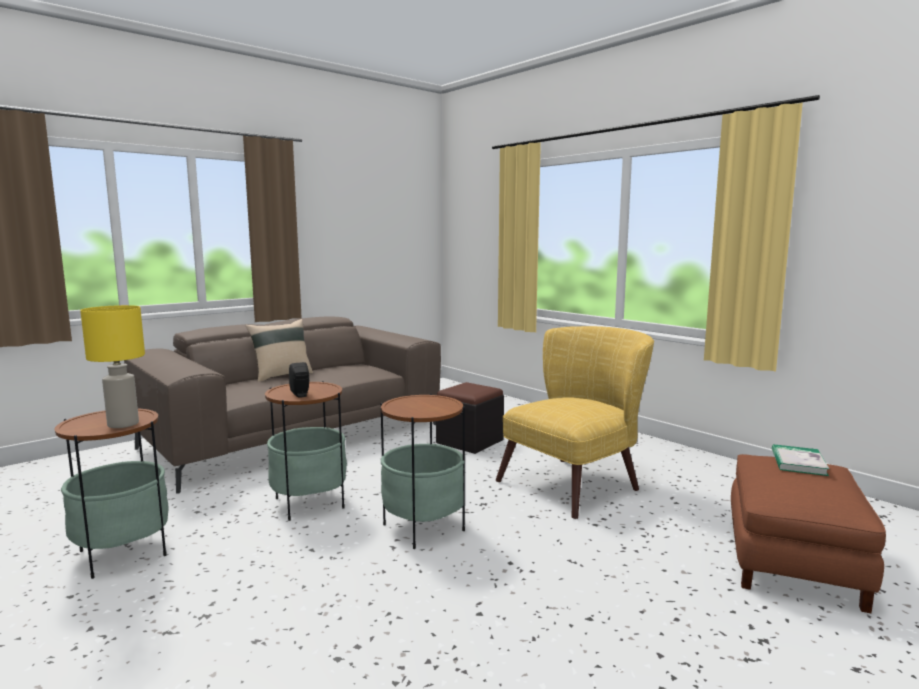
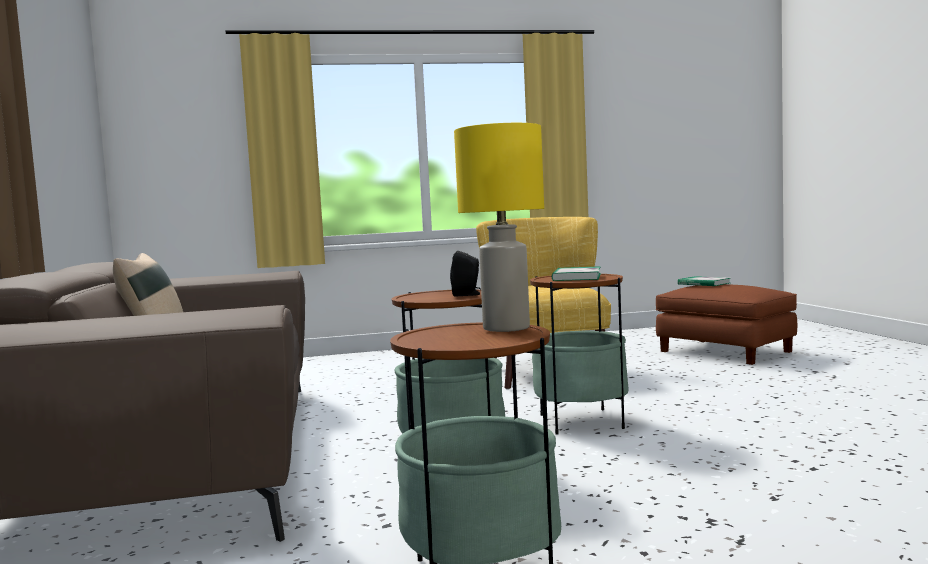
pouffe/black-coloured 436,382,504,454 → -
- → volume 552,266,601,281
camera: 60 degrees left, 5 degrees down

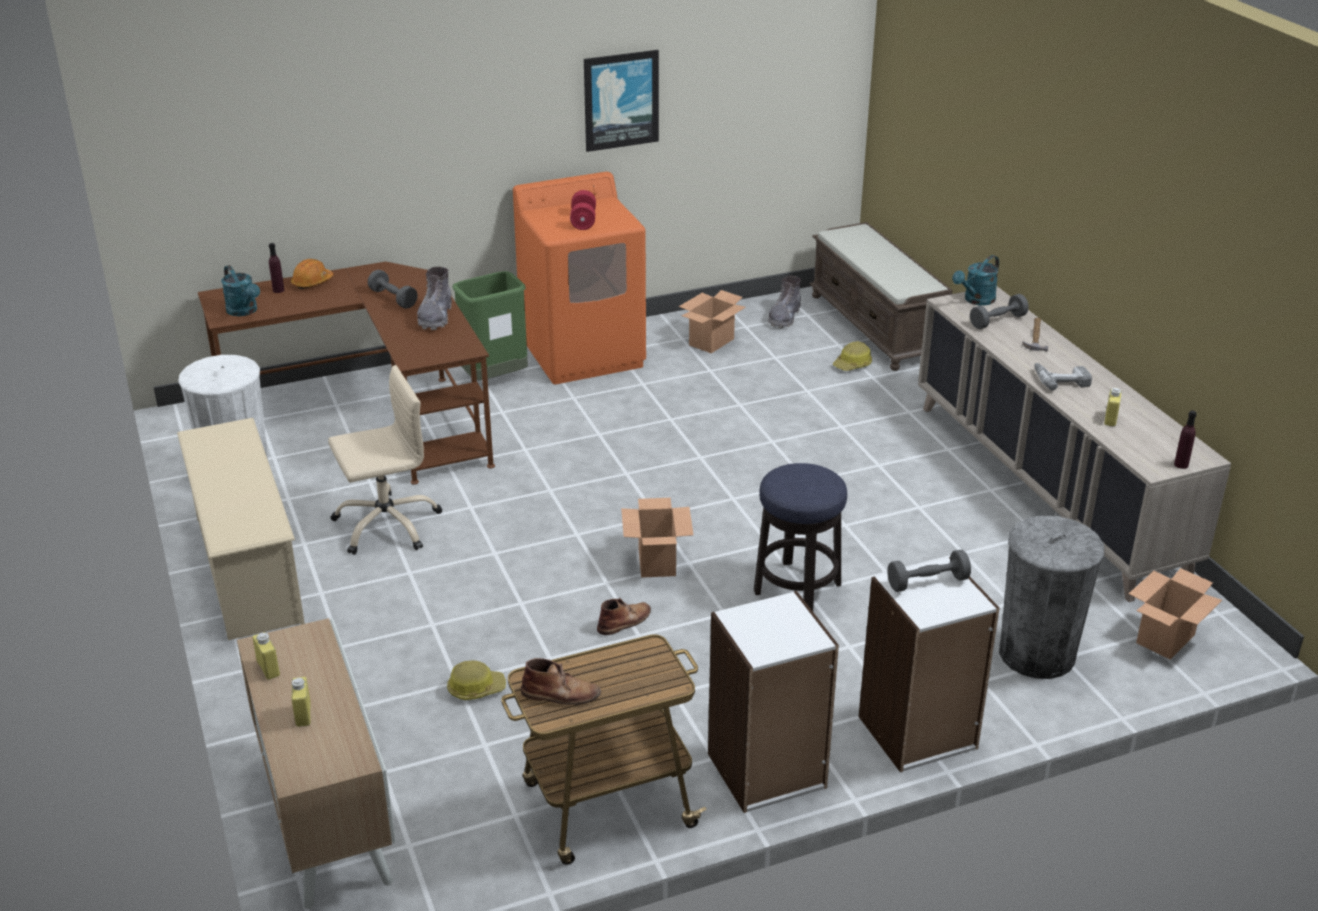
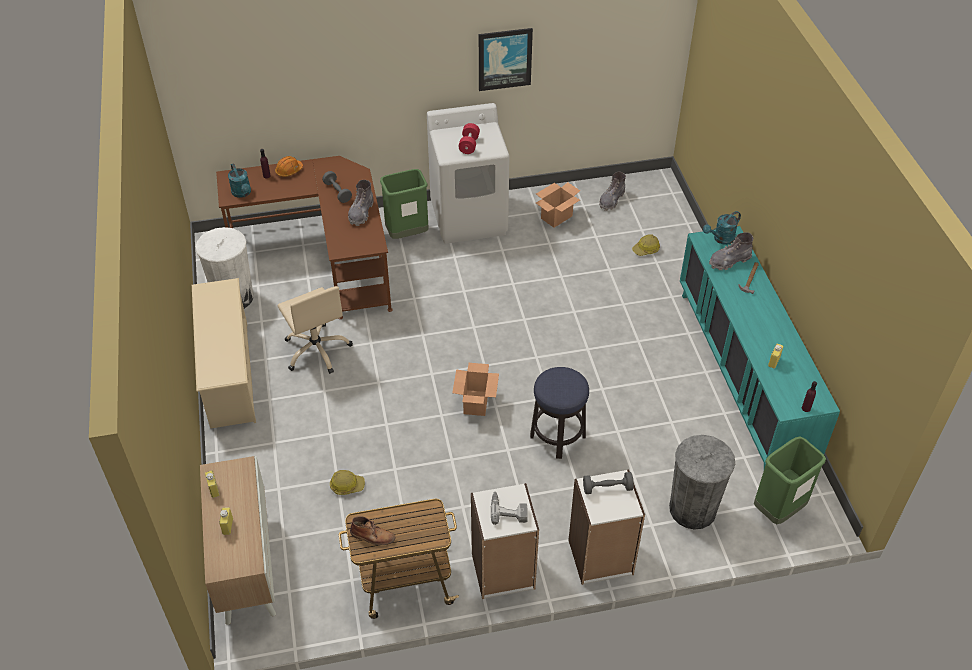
laundry appliance/orange-coloured 513,172,646,384 → laundry appliance/whitish 427,103,510,244
bench/brown-coloured 810,222,953,371 → -
cupboard/beige 918,287,1231,602 → cupboard/turquoise-coloured 680,226,840,469
hand weight/grey 970,294,1029,329 → boot/grey 709,232,753,270
electric drill 1034,363,1092,391 → electric drill 491,492,528,525, relocated
computer chair/beige 328,365,442,555 → computer chair/beige 277,286,353,374, 75 degrees clockwise
packing box 1129,568,1222,659 → trash can/green-coloured 754,437,826,524
boot/brown-coloured 597,598,651,635 → -
camera: 10 degrees right, 15 degrees up

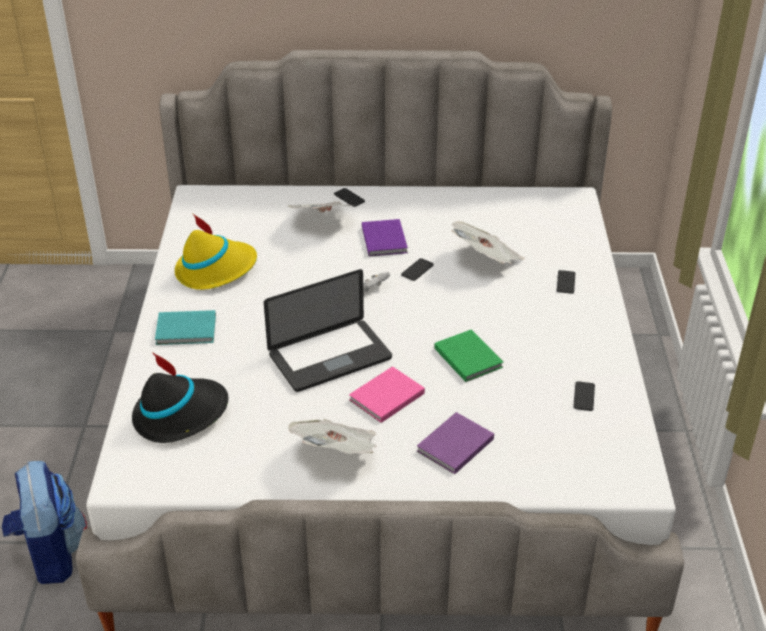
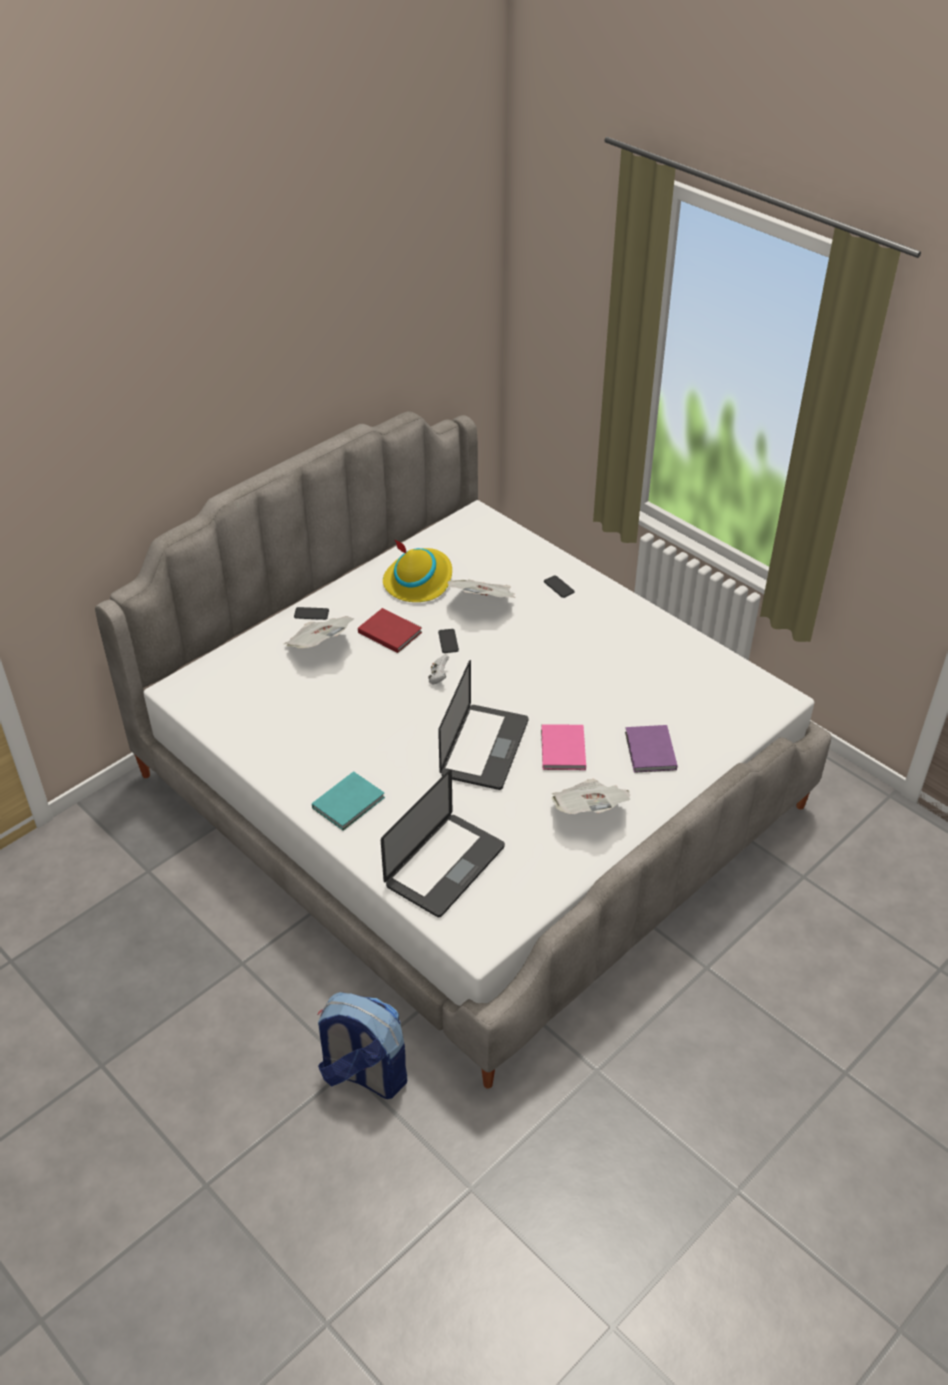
clothing hat/yellow-coloured 175,213,257,290 → clothing hat/yellow-coloured 383,539,452,602, relocated
volume/purplish 362,219,408,256 → volume/reddish 358,608,422,653
volume/green-coloured 434,329,503,382 → -
clothing hat/black-coloured 132,352,228,443 → notebook computer 381,769,505,917
handset 573,381,595,411 → -
camera: 45 degrees left, 5 degrees up

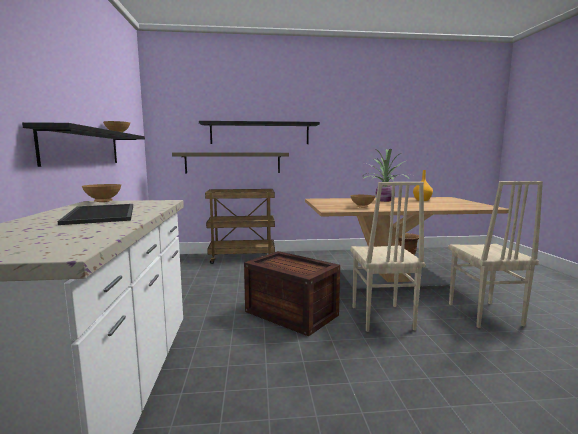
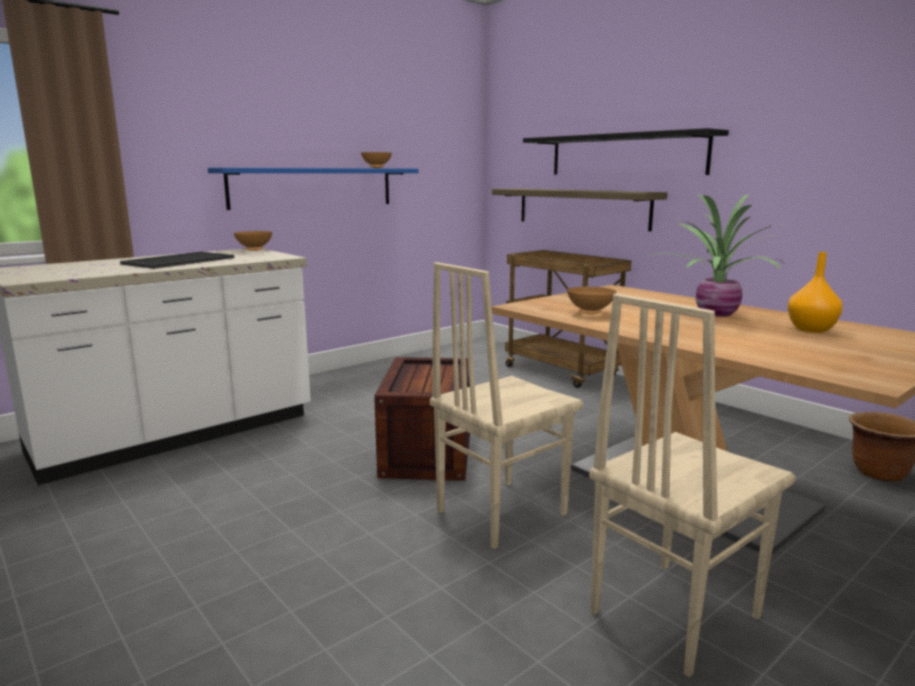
bracket shelf/black-coloured 22,122,145,167 → bracket shelf/blue 208,168,419,210
camera: 55 degrees right, 5 degrees up

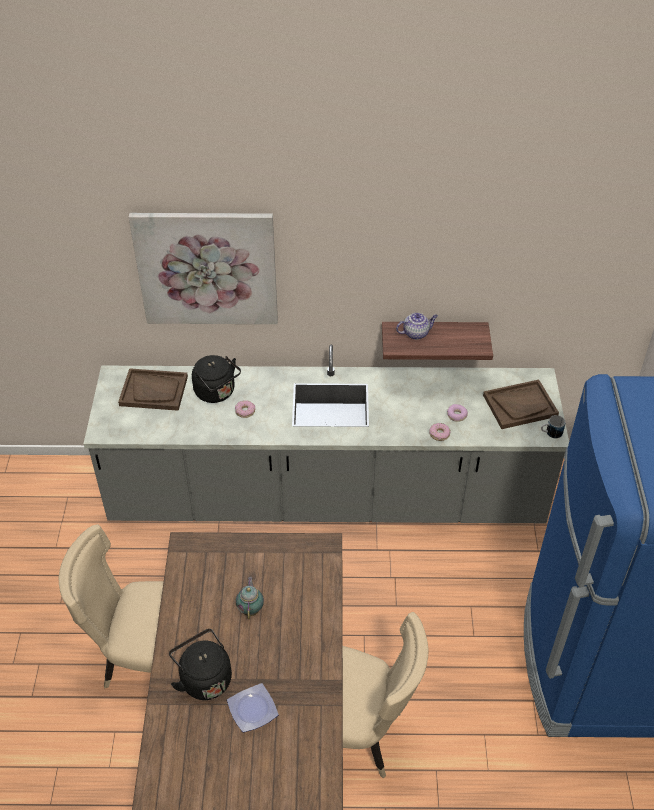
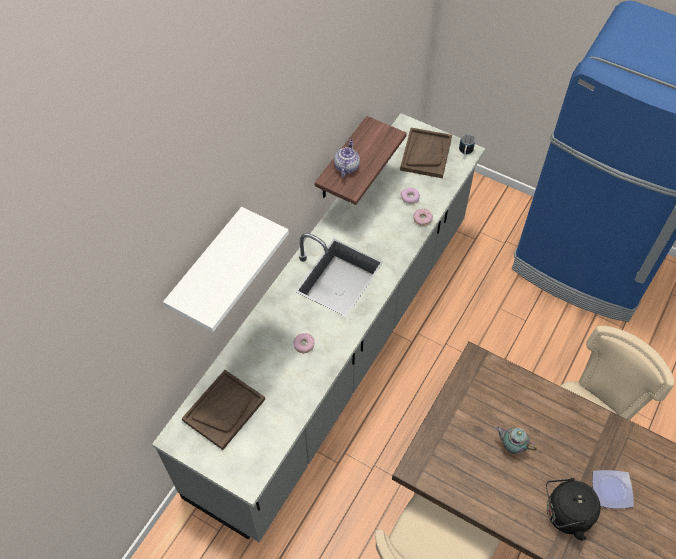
wall art 129,213,278,324 → bracket shelf/whitish 163,207,289,332
water kettle/black-coloured 192,355,241,403 → -
camera: 60 degrees left, 10 degrees up

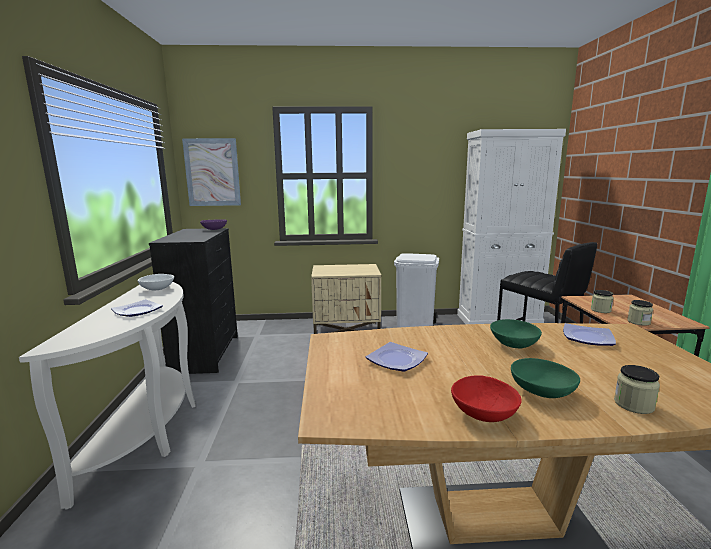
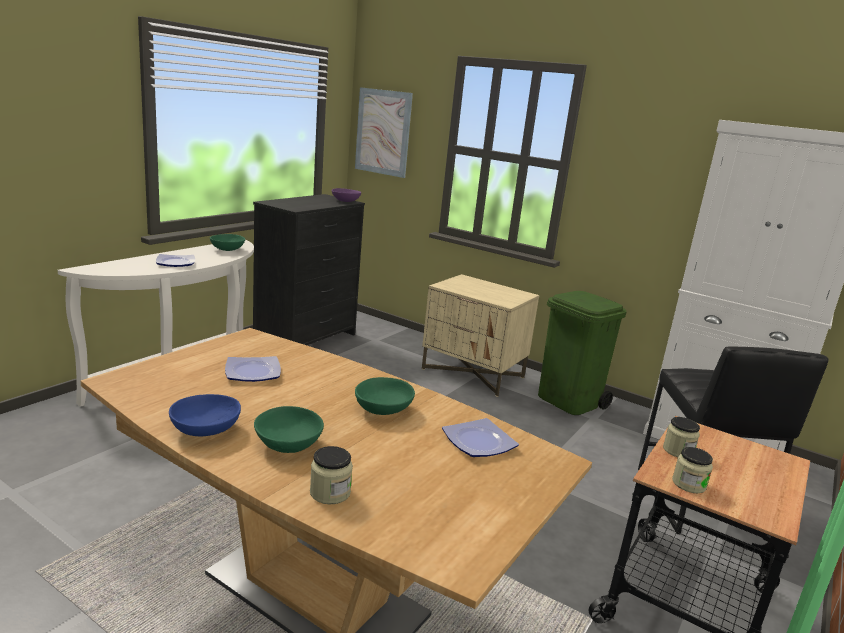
trash can/whitish 394,253,439,328 → trash can/green-coloured 538,291,627,415
serving bowl/whitish 137,274,174,290 → serving bowl/green-coloured 210,234,245,251
serving bowl/reddish 451,375,522,422 → serving bowl/blue 169,394,241,436
camera: 35 degrees right, 5 degrees up

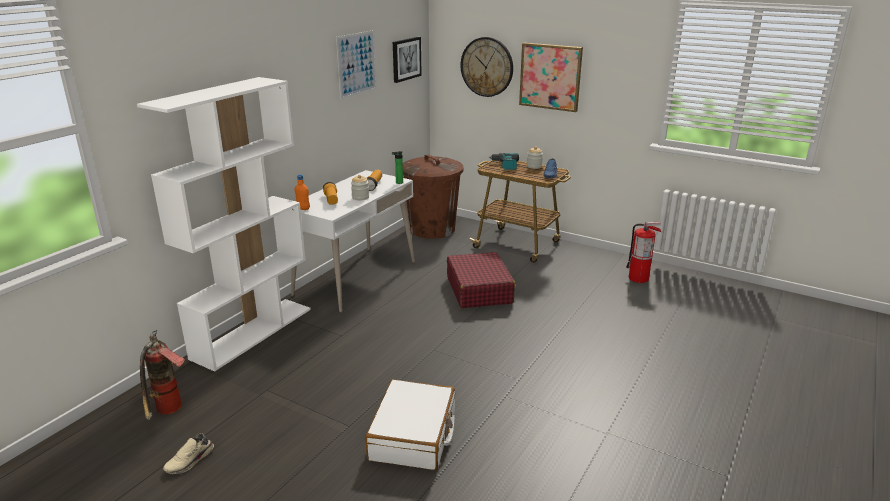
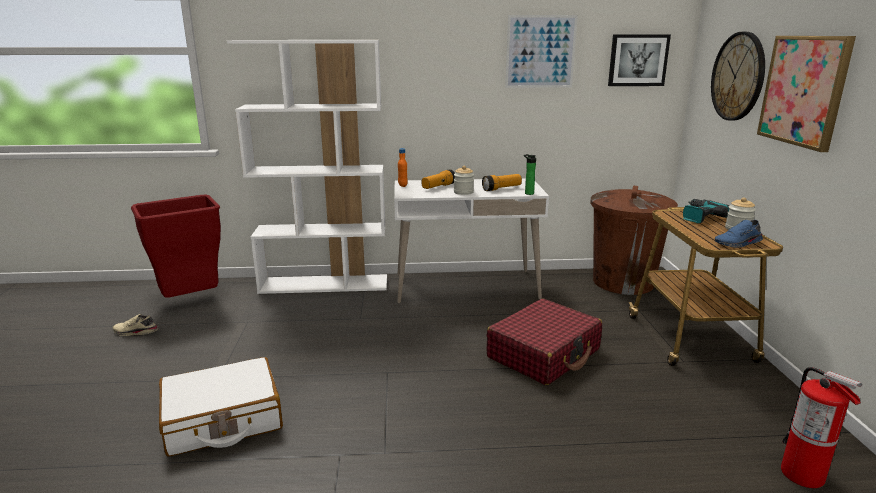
extinguisher 140,330,185,420 → trash can/reddish 131,195,221,298
camera: 55 degrees right, 5 degrees down

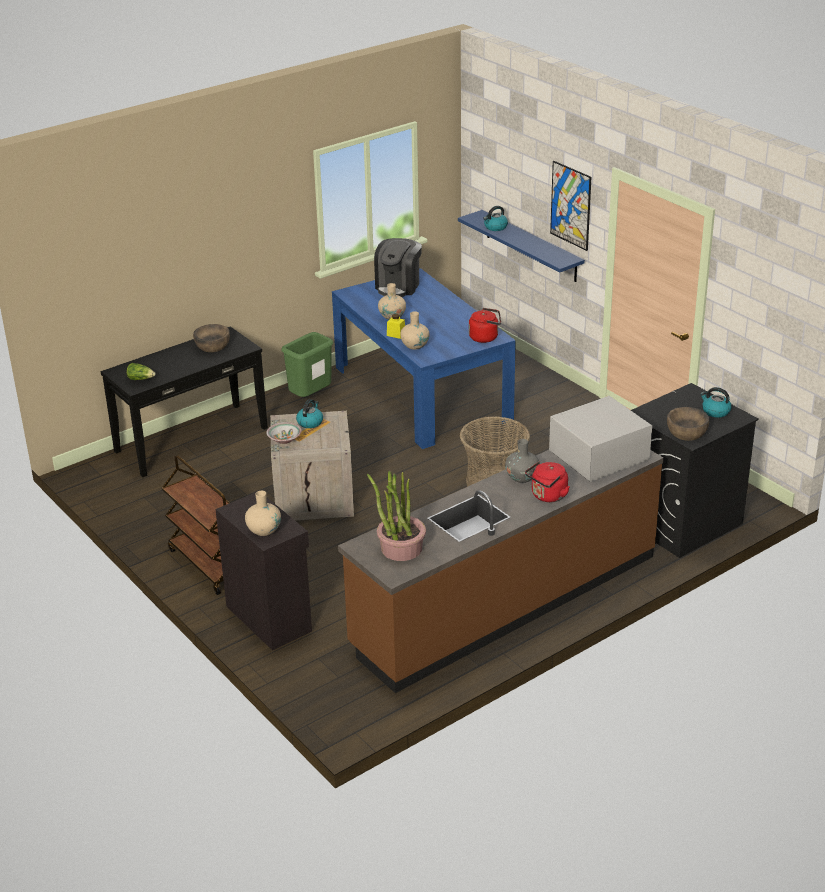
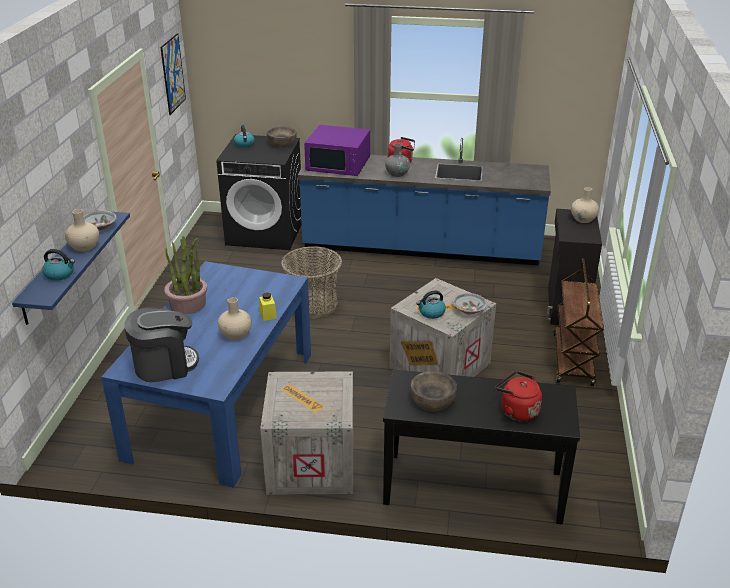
wall art 550,161,591,251 → wall art 160,33,186,115, relocated
water kettle/reddish 469,308,501,343 → water kettle/reddish 496,371,542,421, relocated
decorative vase/beige 400,311,430,350 → decorative vase/beige 65,209,99,252, relocated
trash can/green-coloured 281,332,333,397 → shipping crate 260,371,353,495
head of lettuce 127,363,156,380 → -
microwave/whitish 549,396,652,482 → microwave/purplish 304,125,370,176
kitchen counter/brown-coloured 338,450,664,693 → kitchen counter/blue 298,138,551,266
houseplant 367,471,426,561 → houseplant 164,236,207,314, relocated
- → serving bowl 83,211,117,231
camera: 135 degrees left, 0 degrees up

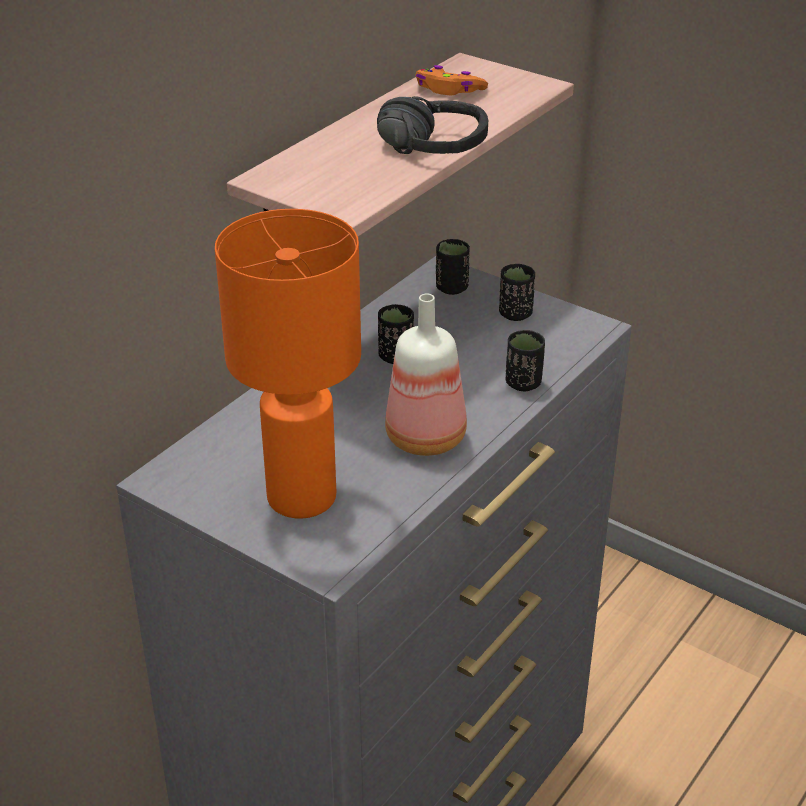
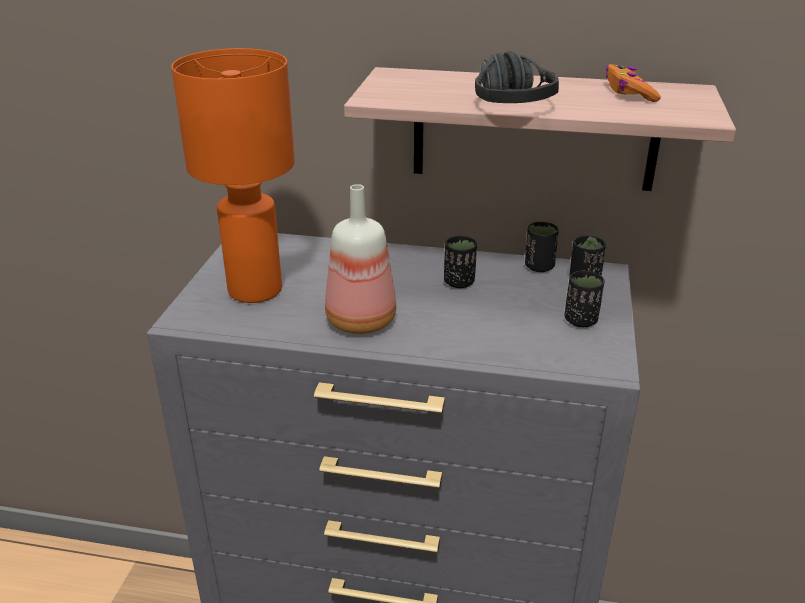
small cup/black-coloured 506,330,545,391 → small cup/black-coloured 525,222,559,272, relocated
camera: 65 degrees right, 5 degrees down

